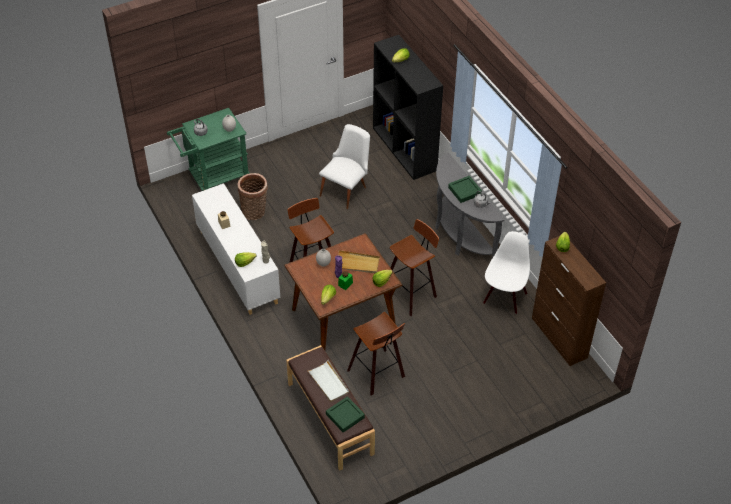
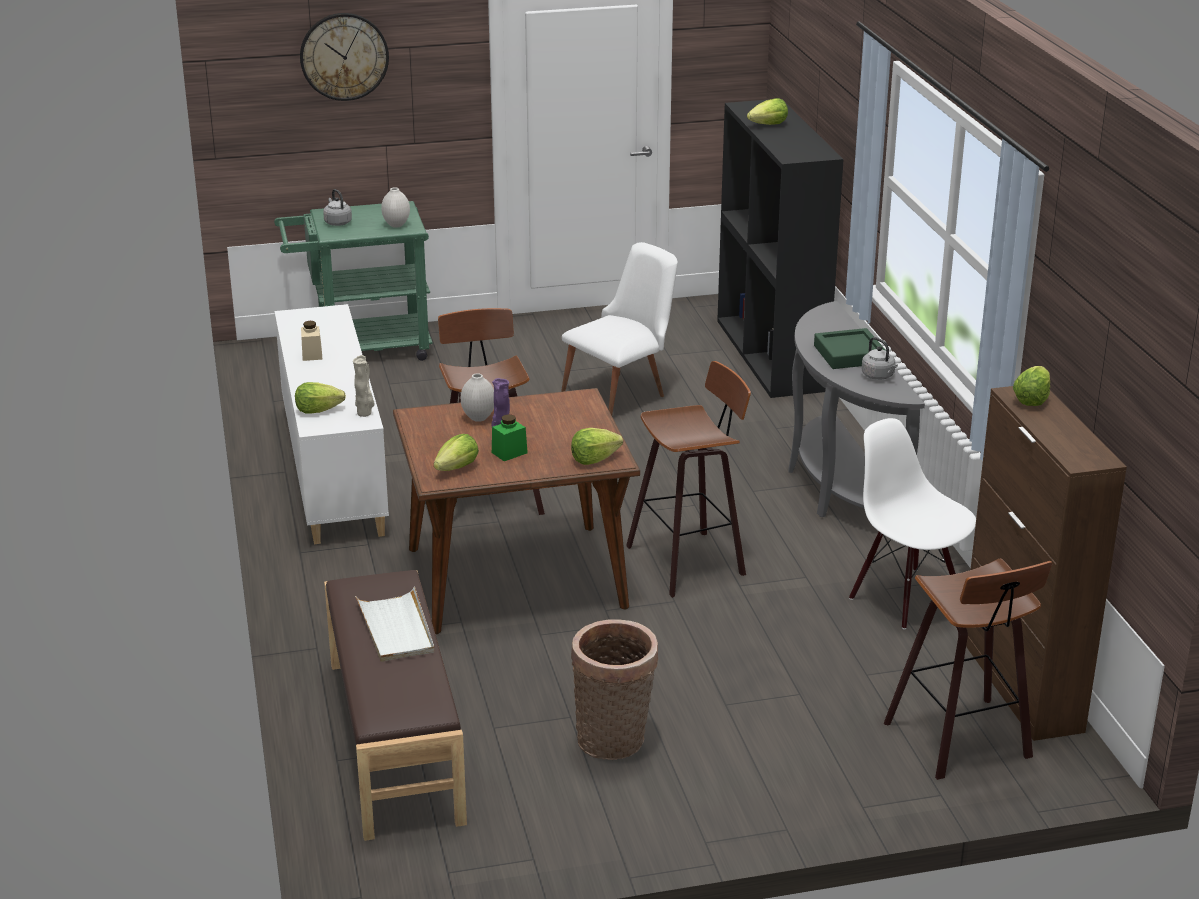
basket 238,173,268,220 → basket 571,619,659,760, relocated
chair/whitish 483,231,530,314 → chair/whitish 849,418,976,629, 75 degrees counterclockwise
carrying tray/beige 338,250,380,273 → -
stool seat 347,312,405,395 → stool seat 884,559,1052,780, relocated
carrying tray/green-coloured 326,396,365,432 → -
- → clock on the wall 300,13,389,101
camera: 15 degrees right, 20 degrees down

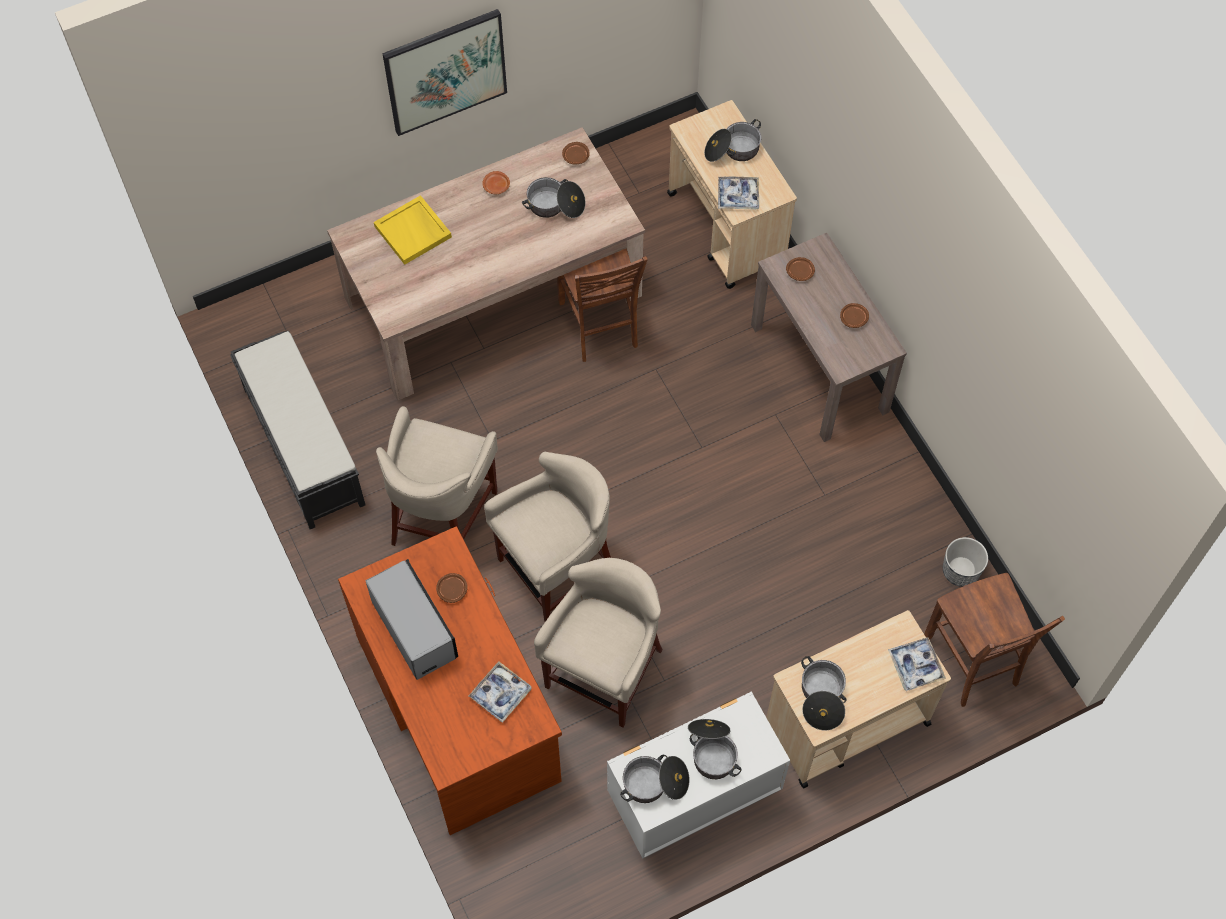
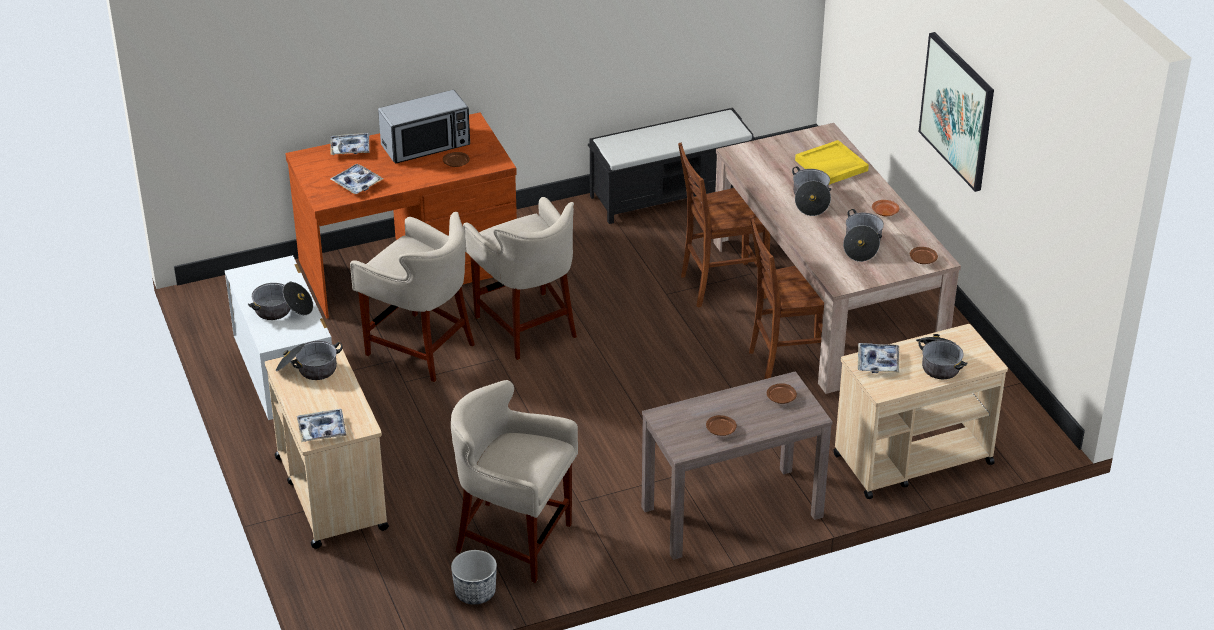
stool seat/beige 376,406,498,546 → stool seat/beige 451,380,578,583, relocated
chair/brown-coloured 924,573,1065,707 → chair/brown-coloured 678,143,770,308, relocated
cooking pot 620,755,690,803 → cooking pot 792,167,831,216, relocated
- → carrying tray 330,133,370,155
camera: 95 degrees right, 25 degrees down

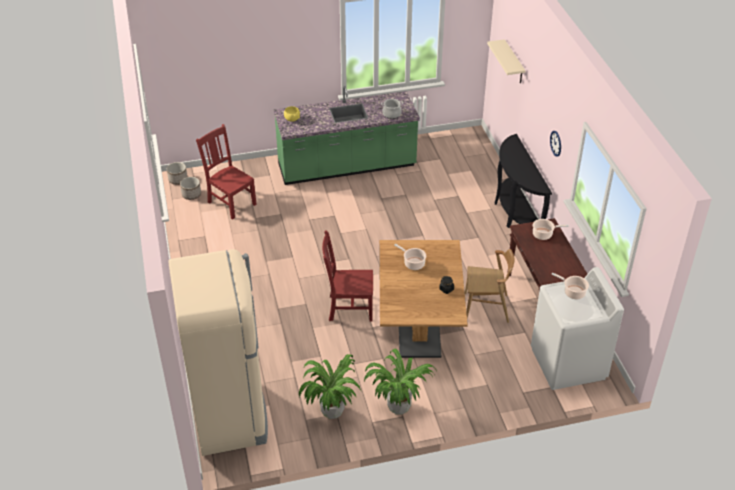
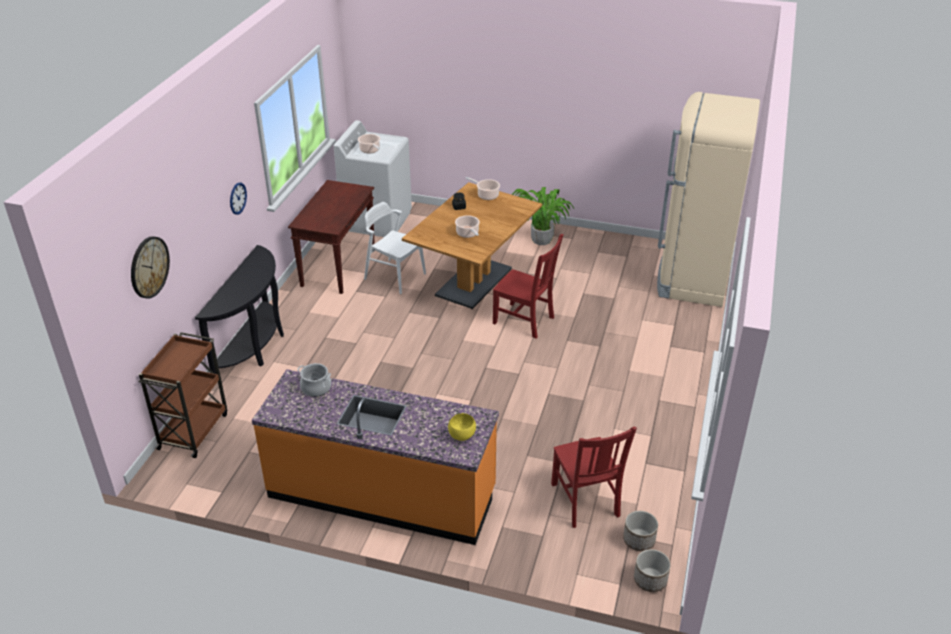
bracket shelf/beige 487,39,525,83 → clock on the wall 131,236,170,299
kitchen counter/green-coloured 274,86,420,185 → kitchen counter/orange-coloured 252,369,499,545
cooking pot 533,219,569,240 → cooking pot 465,177,500,200, relocated
chair/brown-coloured 465,249,514,323 → chair/whitish 364,202,426,294
houseplant 299,354,361,419 → -
- → wheeled cart/brown-coloured 138,332,227,458
camera: 150 degrees left, 5 degrees down

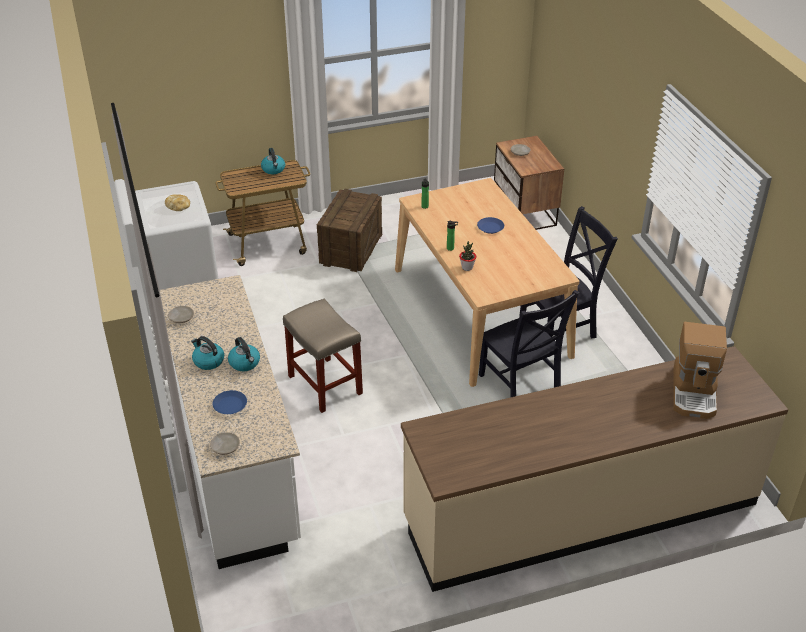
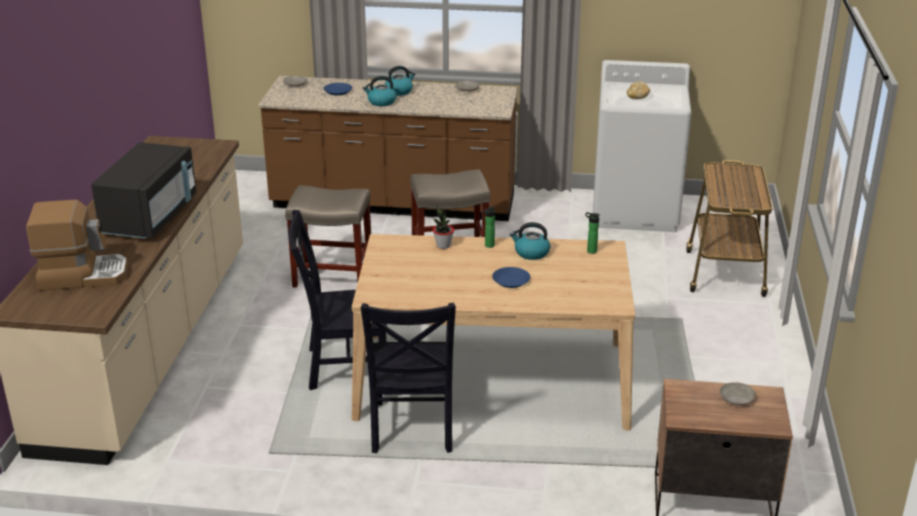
water kettle 261,148,285,174 → water kettle 510,222,550,260, relocated
shipping crate 317,189,382,272 → -
kitchen counter/whitish 160,275,301,569 → kitchen counter/brown-coloured 258,76,518,221
coffee brewer 673,322,727,419 → coffee brewer 26,200,128,291, 135 degrees clockwise
- → microwave/black-coloured 91,142,196,239
- → stool seat/beige 285,185,371,288
camera: 115 degrees right, 10 degrees down

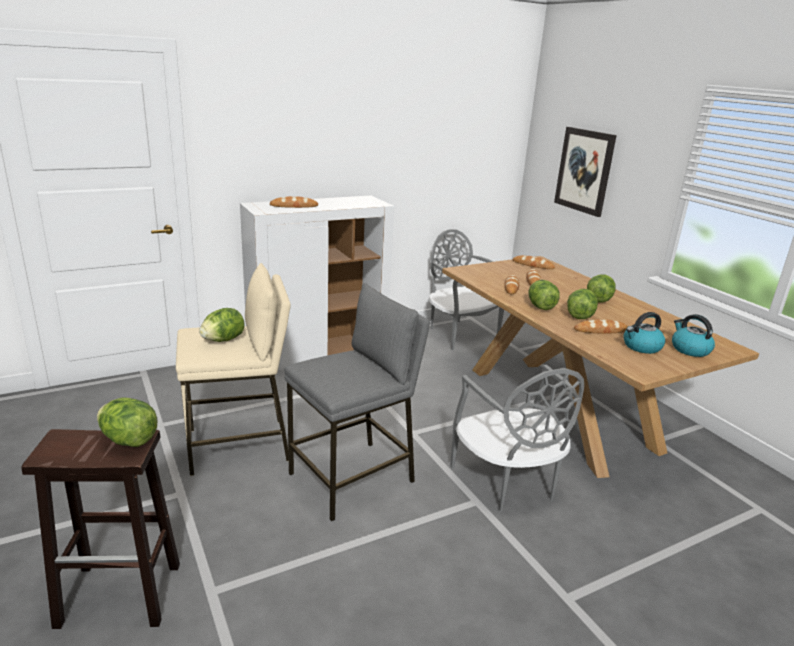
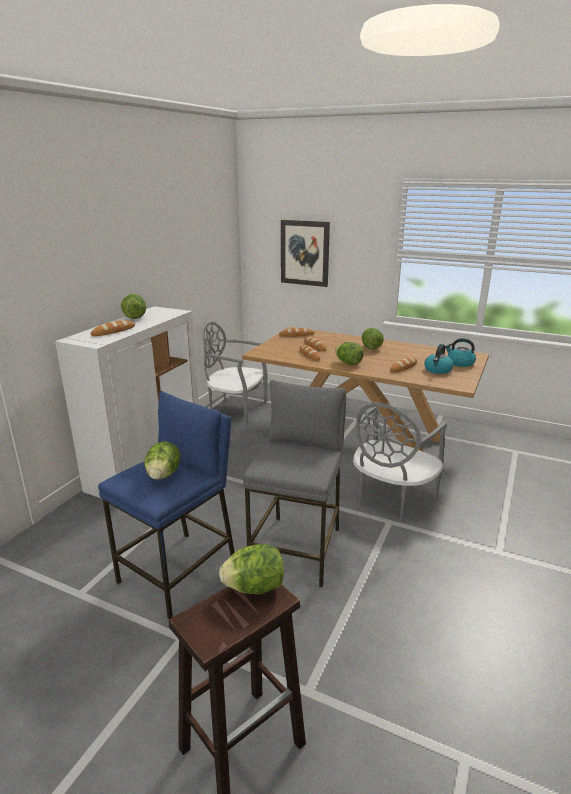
stool seat/beige 176,263,291,476 → stool seat/blue 98,391,235,619
head of lettuce 567,289,598,319 → head of lettuce 121,294,146,319, relocated
chair/grey 450,365,584,512 → chair/grey 353,402,447,522, 90 degrees clockwise
camera: 35 degrees left, 0 degrees up

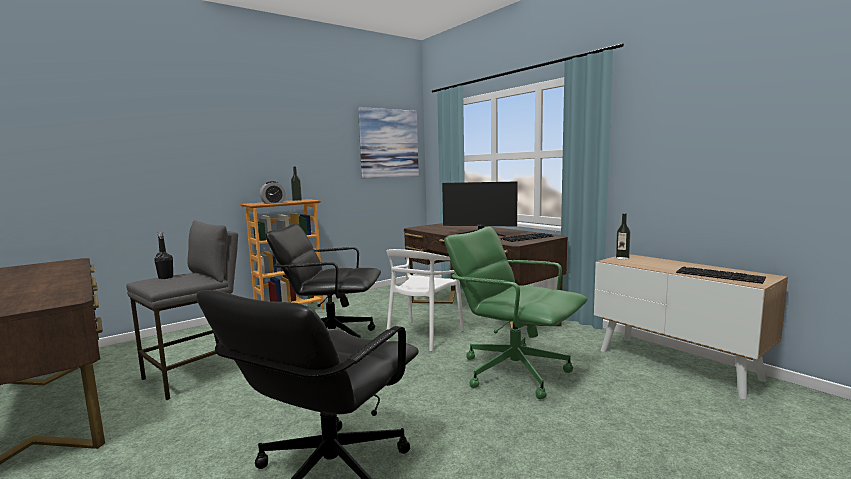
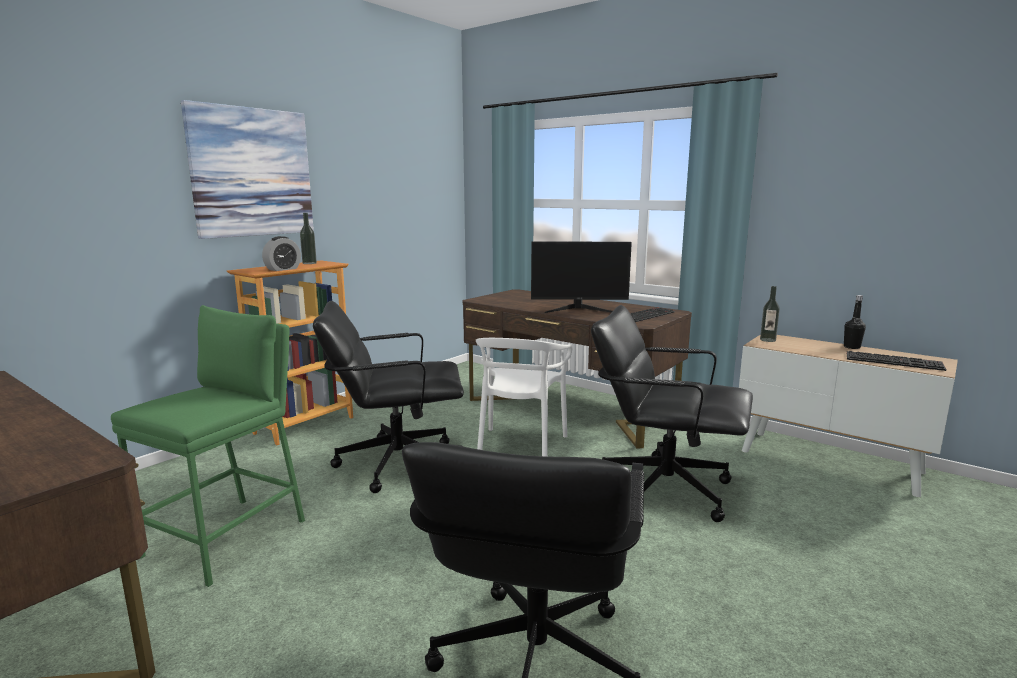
wall art 358,107,419,179 → wall art 181,100,314,239, relocated
stool seat/grey 126,220,238,400 → stool seat/green-coloured 111,305,305,587
computer chair/green-coloured 444,227,588,399 → computer chair/black-coloured 591,305,753,522
beverage bottle/black-coloured 154,232,173,279 → beverage bottle/black-coloured 844,295,866,349, relocated
camera: 15 degrees left, 5 degrees up

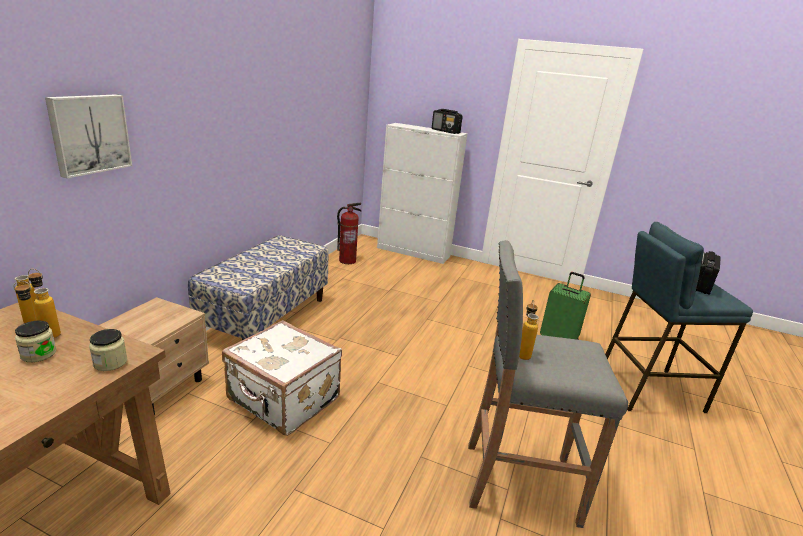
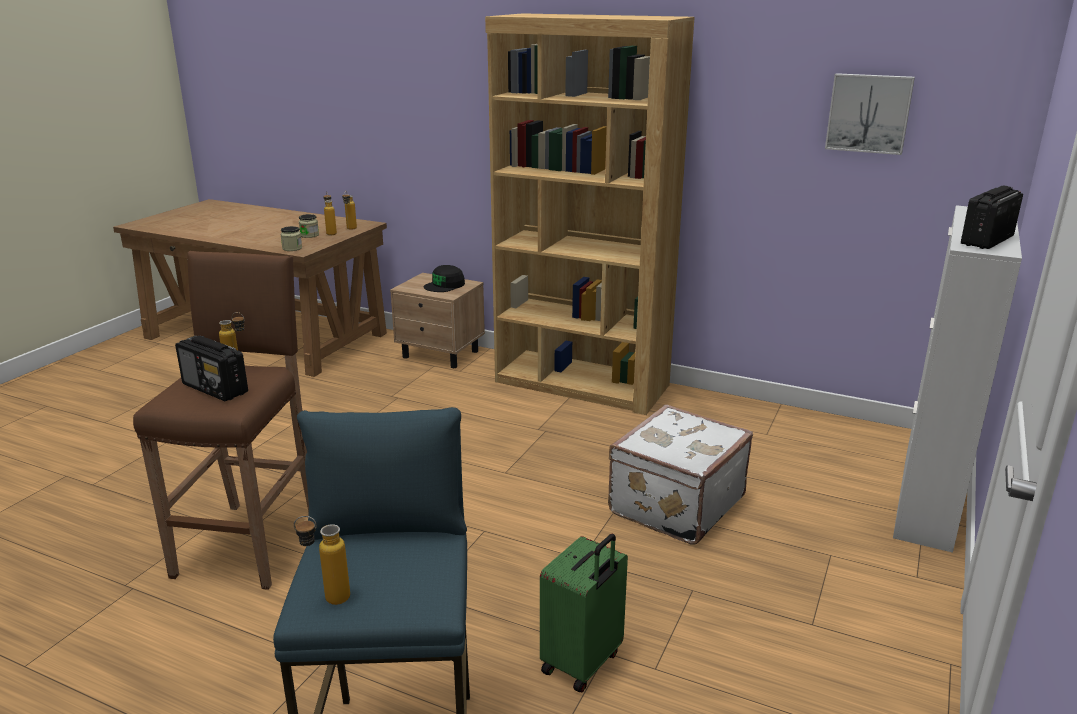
wall art 45,94,132,178 → wall art 825,73,915,155, relocated
extinguisher 337,203,362,264 → -
bench 188,235,328,340 → shelving unit/brown-coloured 485,13,695,415
stool seat/grey 468,240,628,528 → stool seat/brown-coloured 133,251,309,590
radio set 696,251,721,295 → radio set 175,336,248,401, relocated
suitcase/whitish 222,320,342,436 → suitcase/whitish 608,404,753,545, relocated
- → baseball cap/black-coloured 423,265,465,292
- → beverage bottle 294,516,350,605
camera: 95 degrees right, 0 degrees up

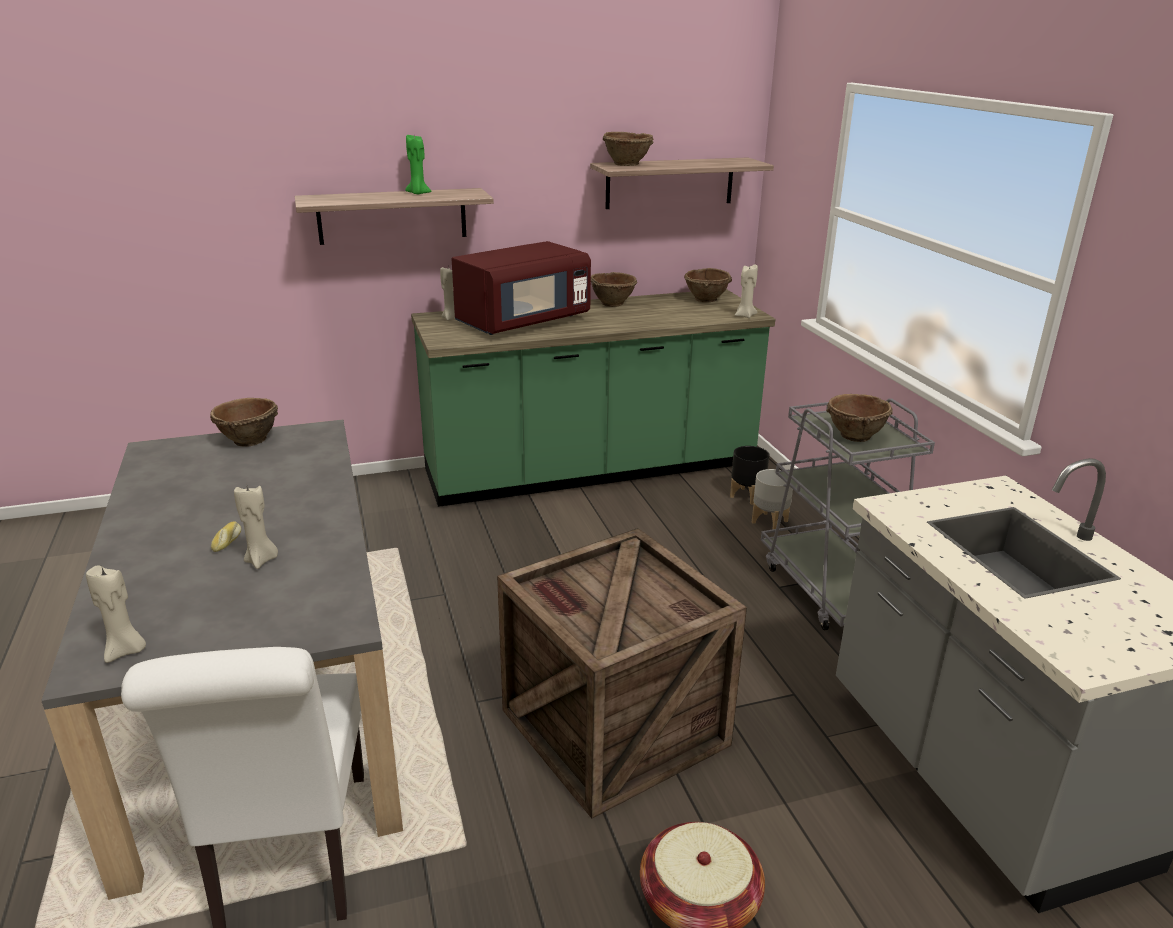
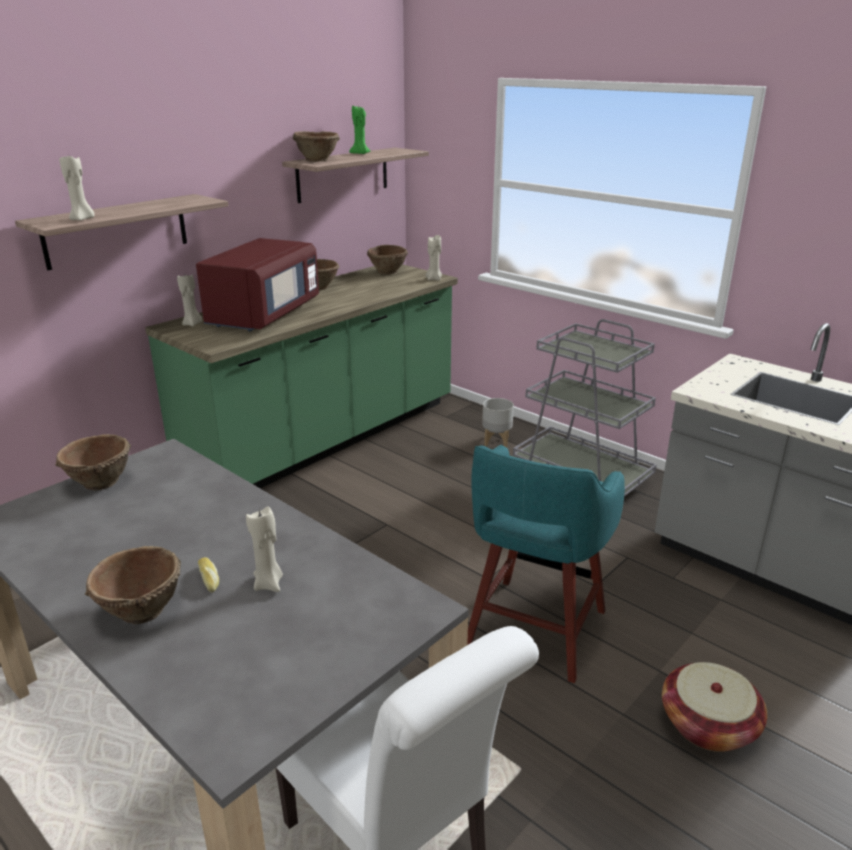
candle/green-coloured 405,134,432,194 → candle/green-coloured 349,106,370,154, relocated
serving bowl/brown-coloured 826,394,892,442 → serving bowl/brown-coloured 85,546,181,624, relocated
flower pot/black-coloured 730,446,770,505 → -
shipping crate 497,528,747,818 → stool seat/turquoise-coloured 467,445,625,683
candle/beige 86,565,146,663 → candle/beige 59,153,95,221, relocated
camera: 30 degrees left, 0 degrees up

